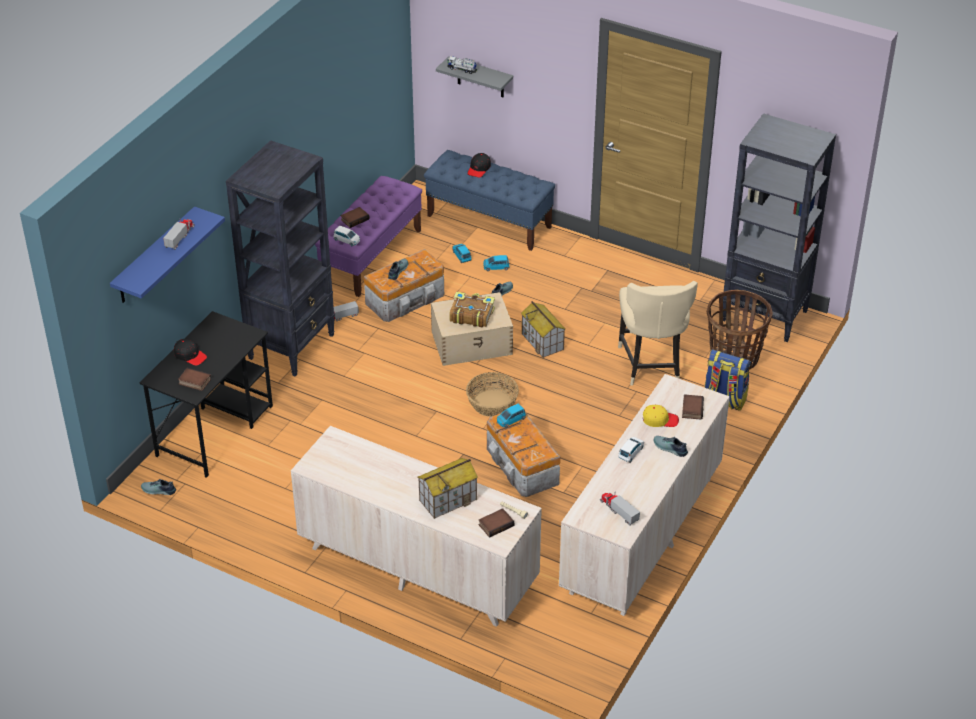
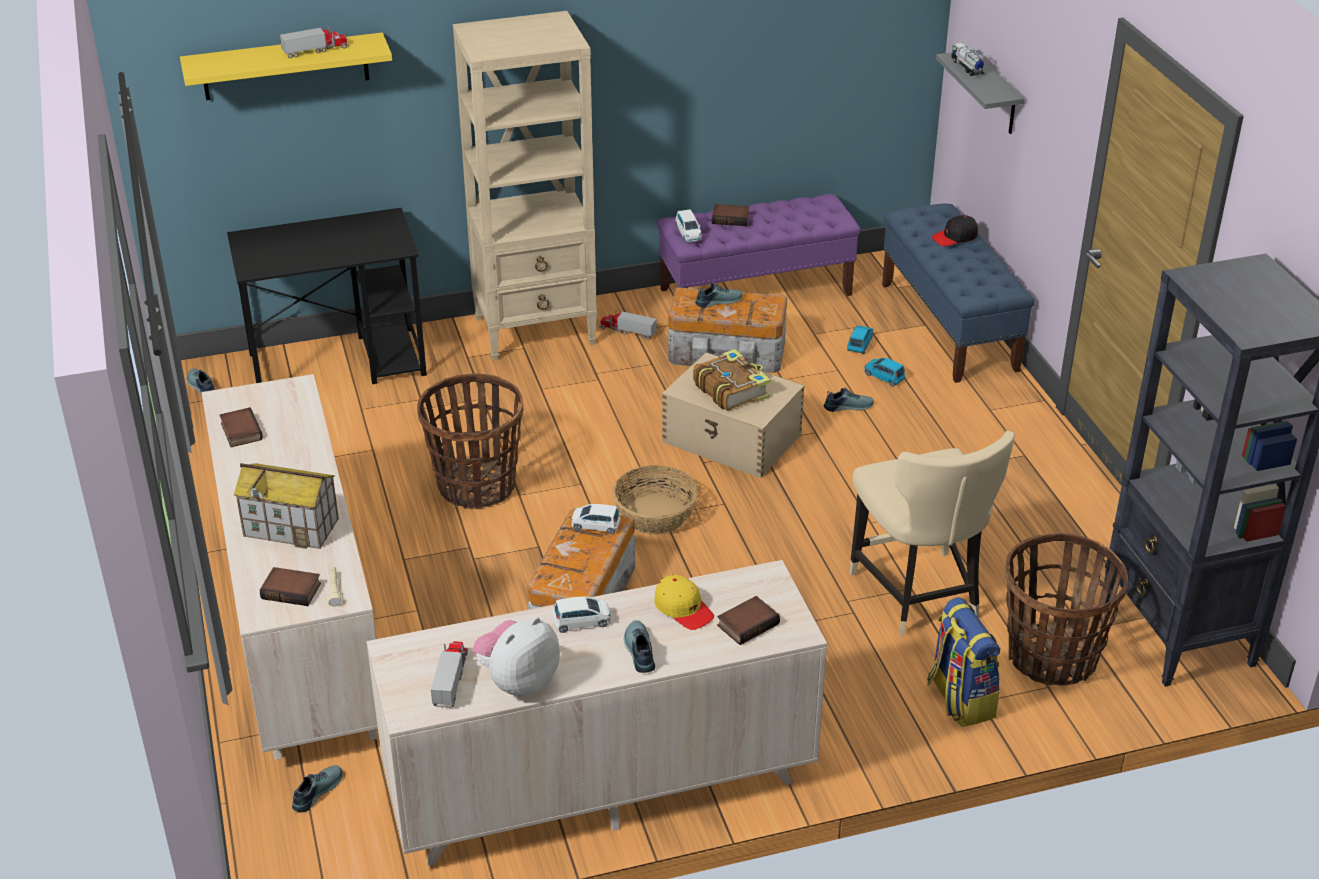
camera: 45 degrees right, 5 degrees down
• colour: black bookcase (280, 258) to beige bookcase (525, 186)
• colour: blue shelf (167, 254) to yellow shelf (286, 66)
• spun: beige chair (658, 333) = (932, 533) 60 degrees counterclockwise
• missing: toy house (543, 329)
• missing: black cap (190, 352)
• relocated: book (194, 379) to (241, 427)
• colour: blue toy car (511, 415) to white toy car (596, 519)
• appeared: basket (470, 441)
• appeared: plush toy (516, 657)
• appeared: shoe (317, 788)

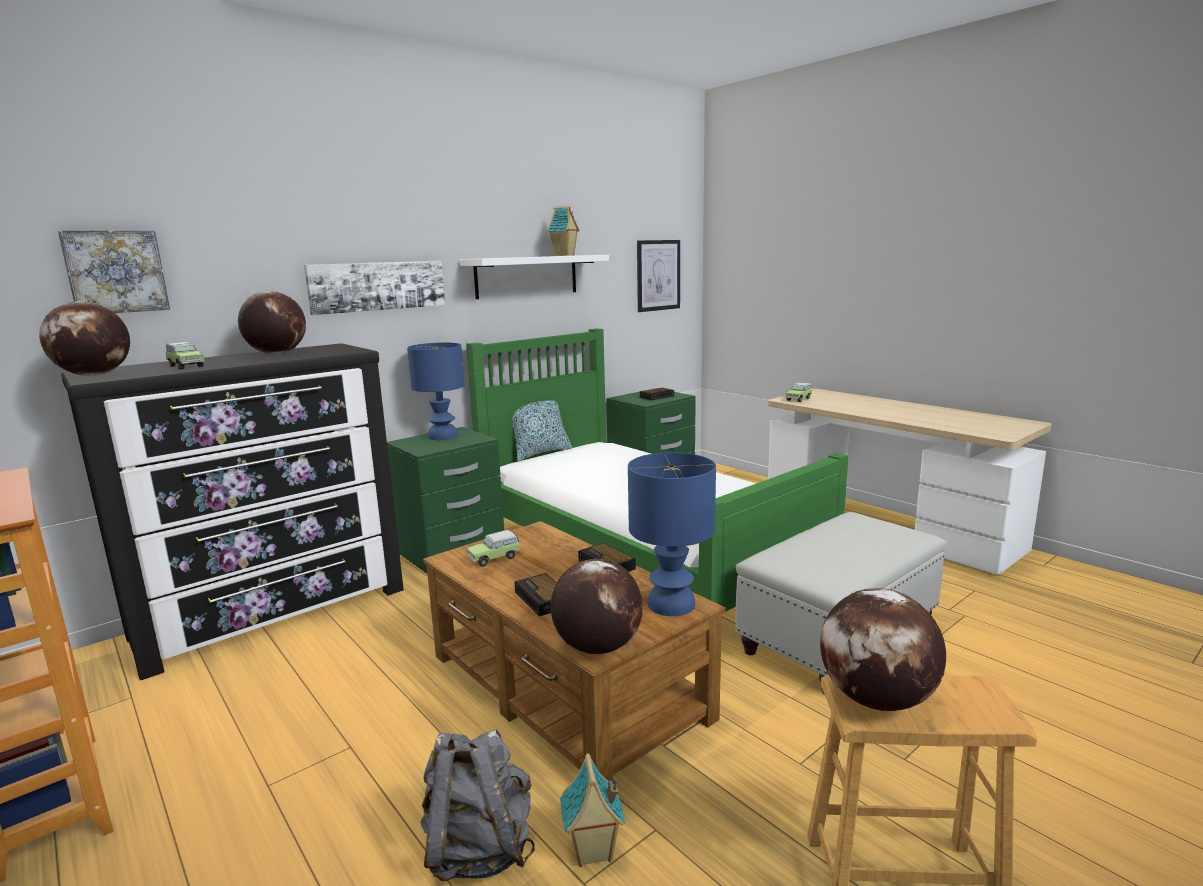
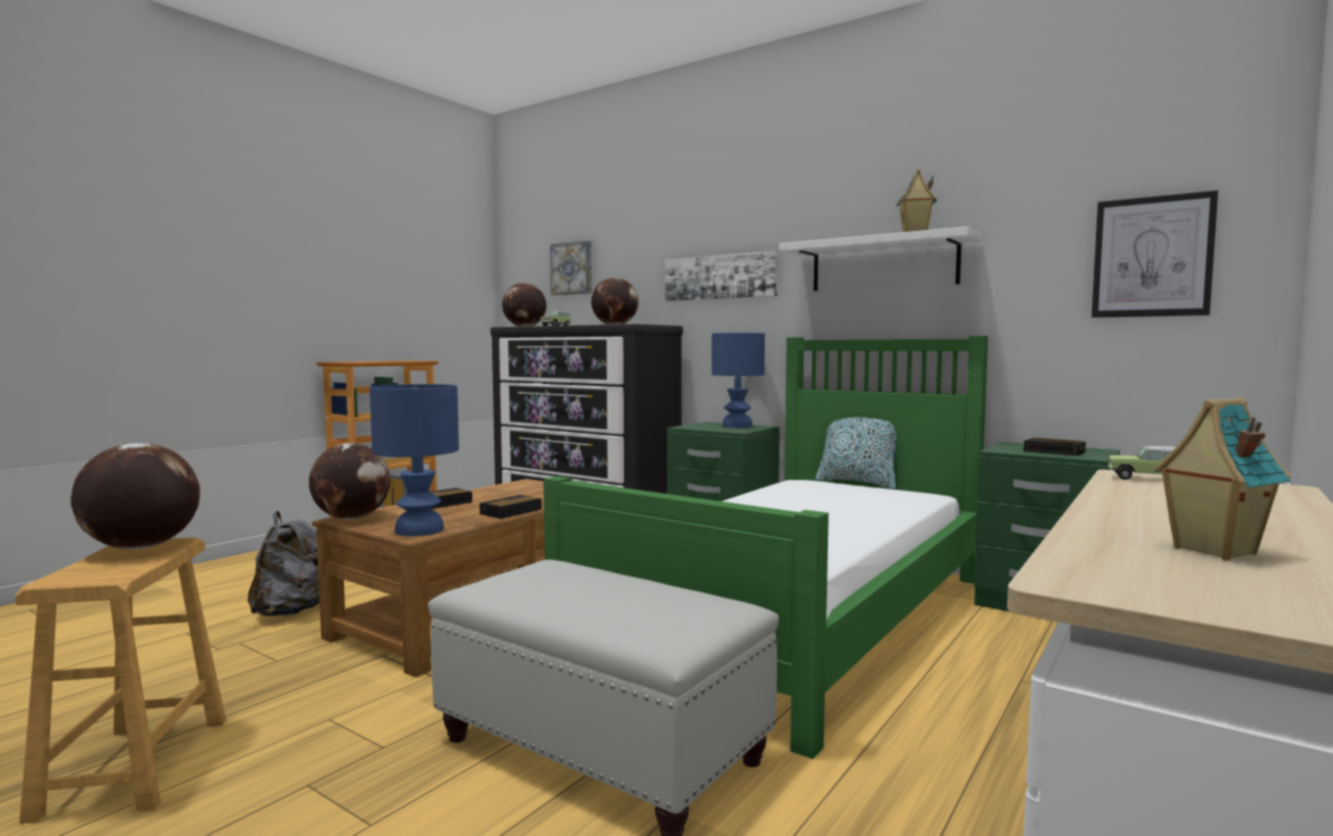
camera: 75 degrees right, 10 degrees down
• missing: toy car (494, 548)
• relocated: toy house (592, 810) to (1222, 479)

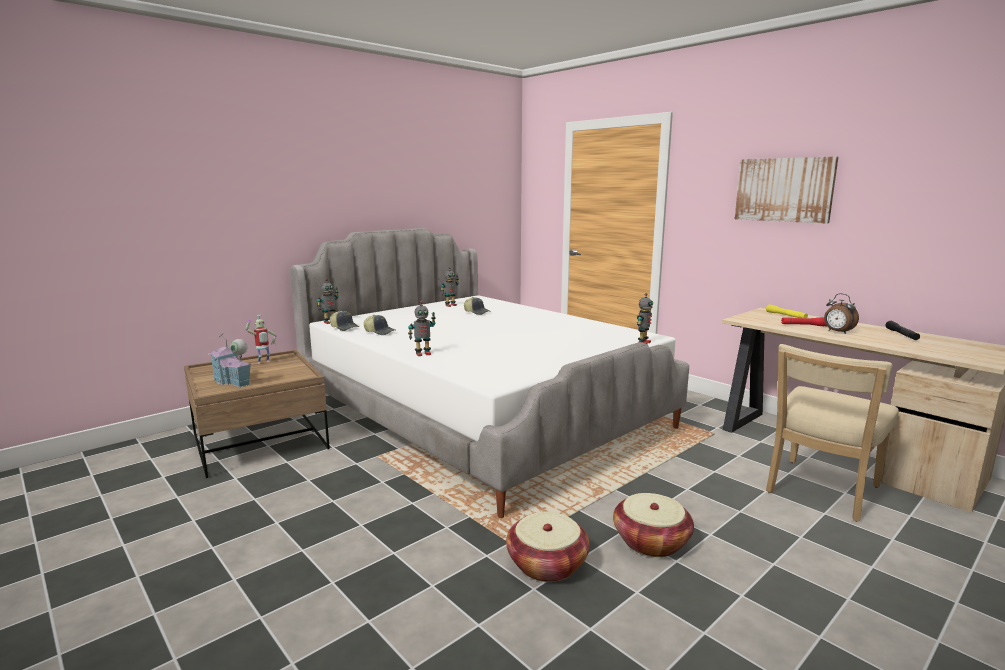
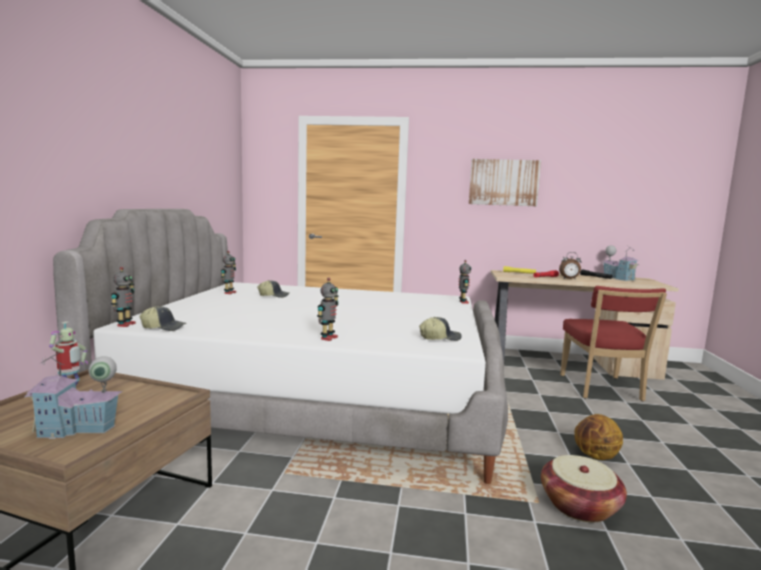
camera: 40 degrees left, 5 degrees down
• relocated: cap (379, 325) to (440, 329)
• colour: beige chair (832, 433) to red chair (613, 343)
• exchanged: basket (653, 525) to basketball (598, 437)
• appeared: toy house (621, 263)

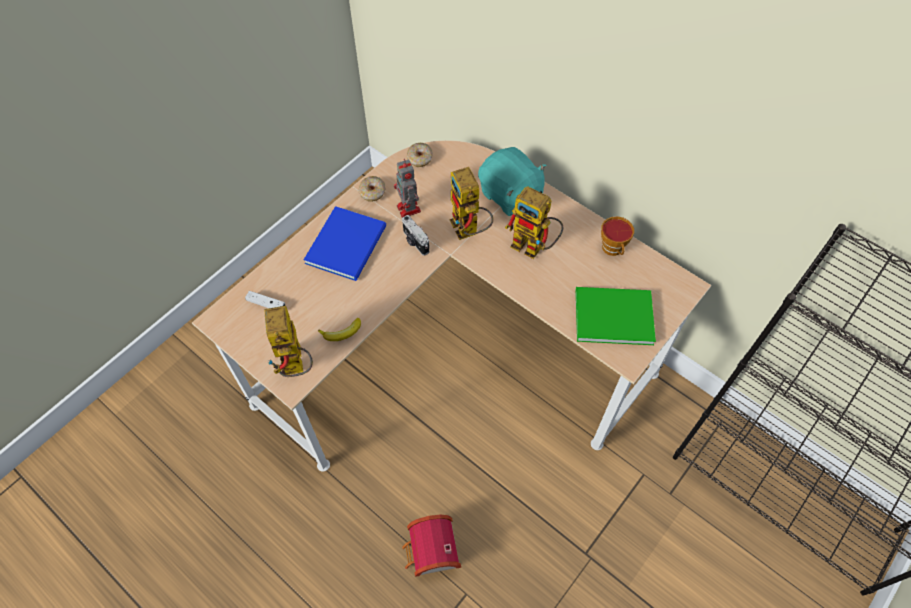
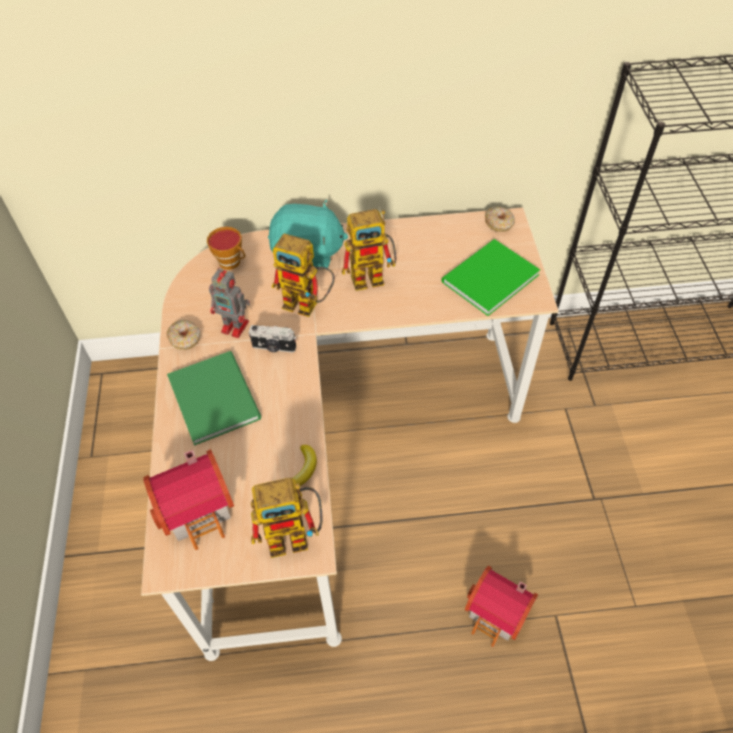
camera: 45 degrees left, 5 degrees down
• relocated: donut (420, 155) to (500, 219)
• colour: blue book (345, 243) to green book (214, 398)
• relocated: cup (617, 236) to (226, 248)
• exchanged: white game controller (265, 299) to toy house (188, 499)
• spun: toy robot (288, 341) = (287, 518) 45 degrees counterclockwise

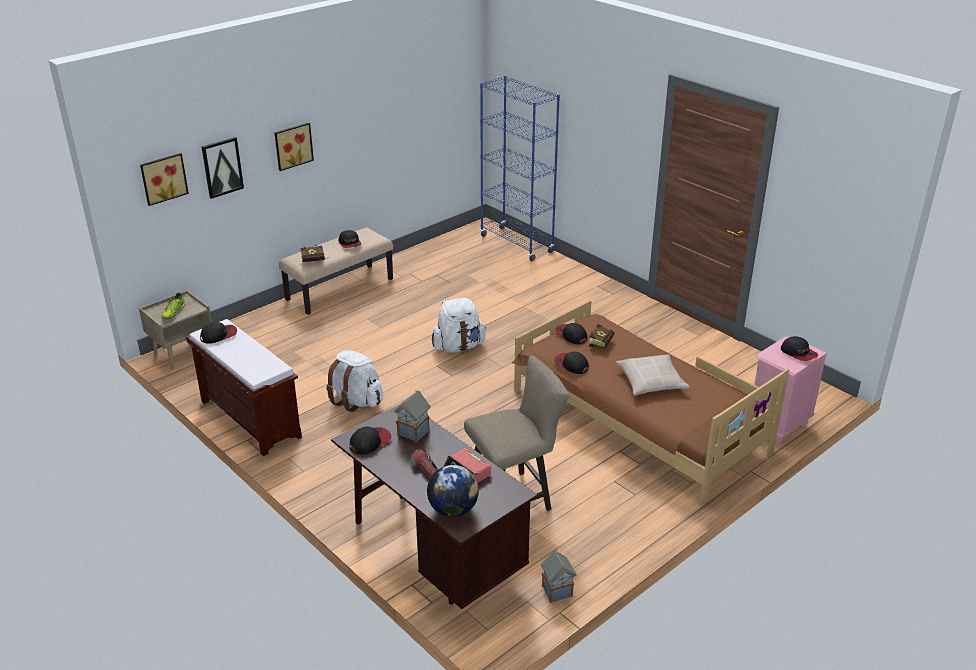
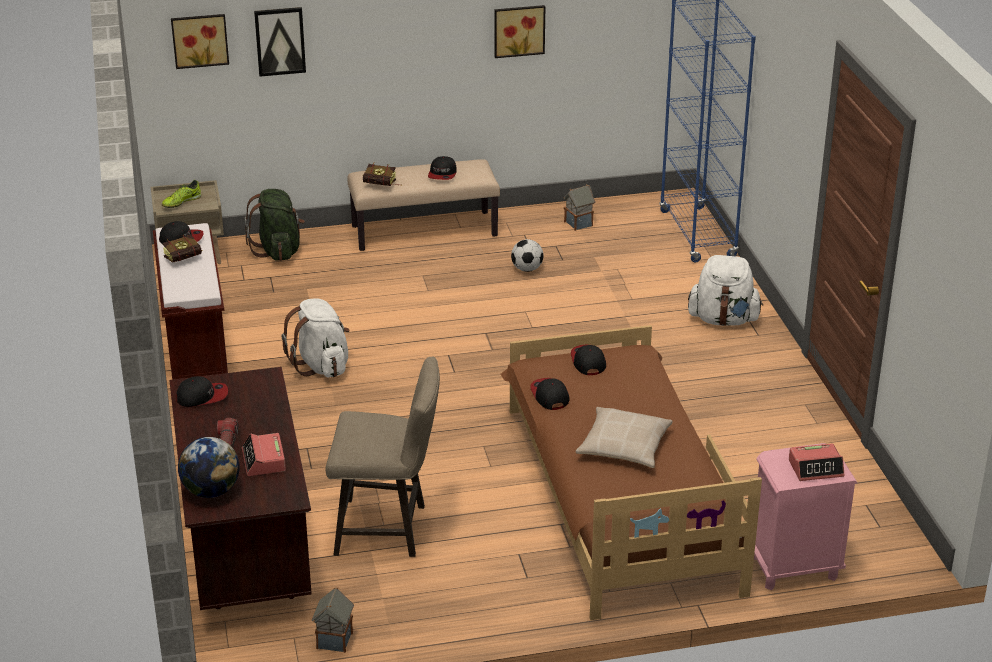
camera: 30 degrees right, 0 degrees up
• relocated: picture (294, 147) to (520, 31)
• relocated: white backpack (459, 325) to (725, 290)
• relocated: book (601, 336) to (182, 248)
• exchanged: cap (799, 348) to alarm clock (816, 462)
• relocated: toy house (412, 416) to (580, 207)
• appeared: green backpack (274, 225)
• appeared: football (527, 255)

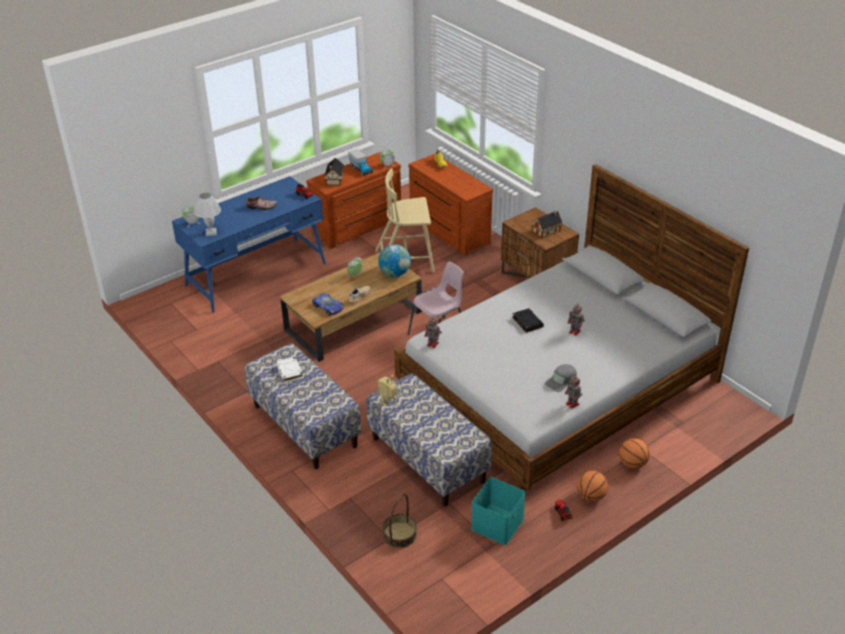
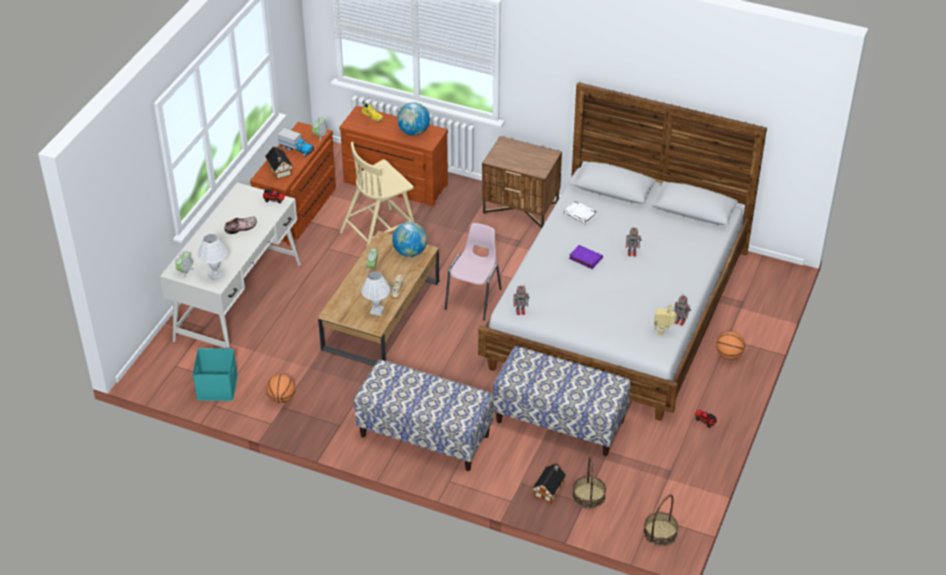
camera: 30 degrees left, 5 degrees up
• colour: blue desk (249, 244) to white desk (230, 265)
• relocated: toy house (547, 225) to (549, 483)
• exchanged: toy car (328, 304) to white table lamp (376, 293)
• colour: black book (528, 320) to purple book (586, 257)
• relocated: white book (290, 370) to (580, 212)
• missing: grey cap (561, 378)
• relocated: toy robot (387, 390) to (665, 320)
• relocated: basketball (592, 486) to (280, 388)
• relocated: turquoise storage box (498, 511) to (215, 374)
• appeared: globe (413, 119)
• appeared: basket (661, 520)

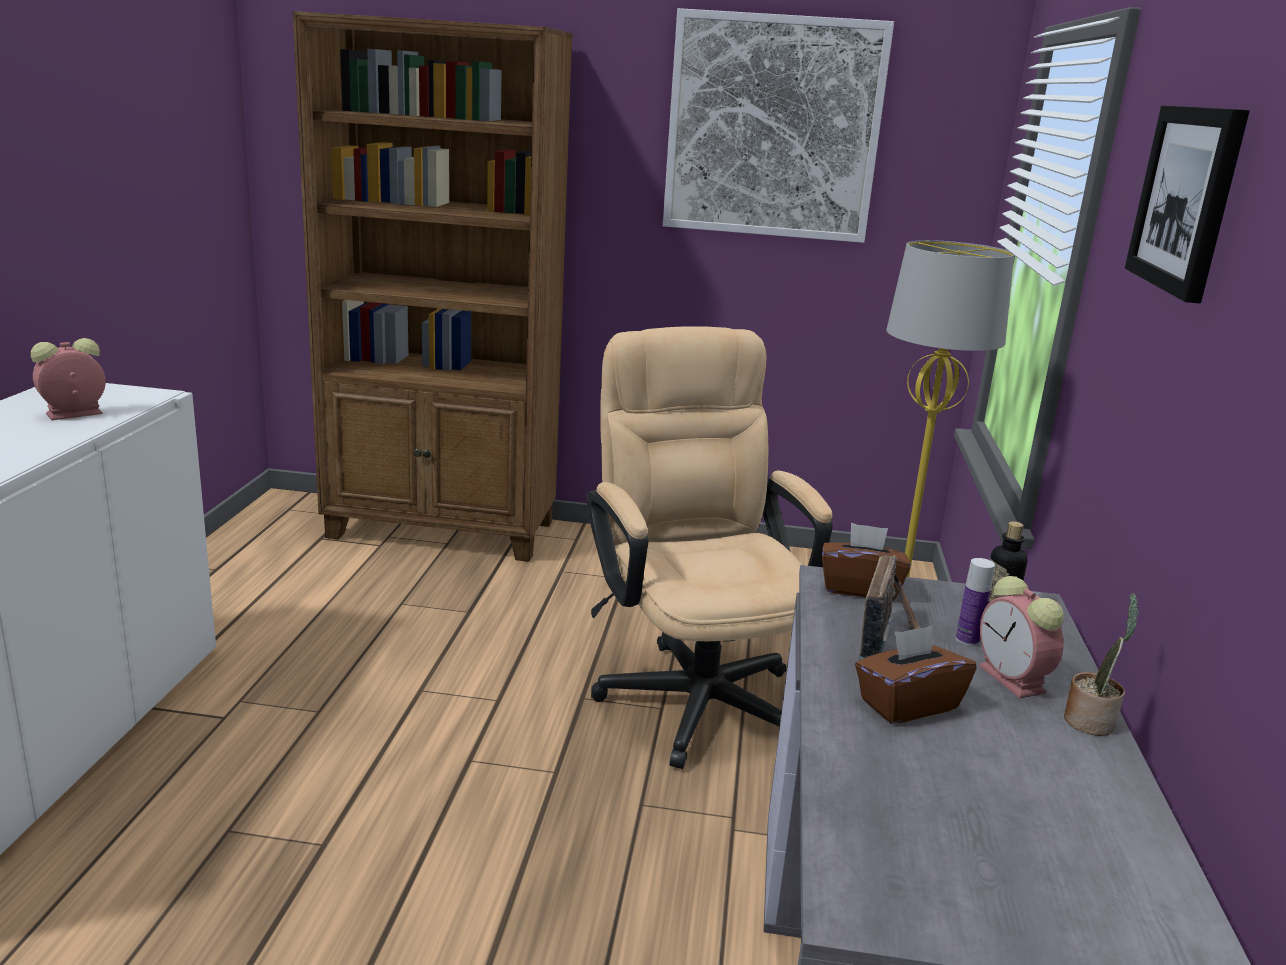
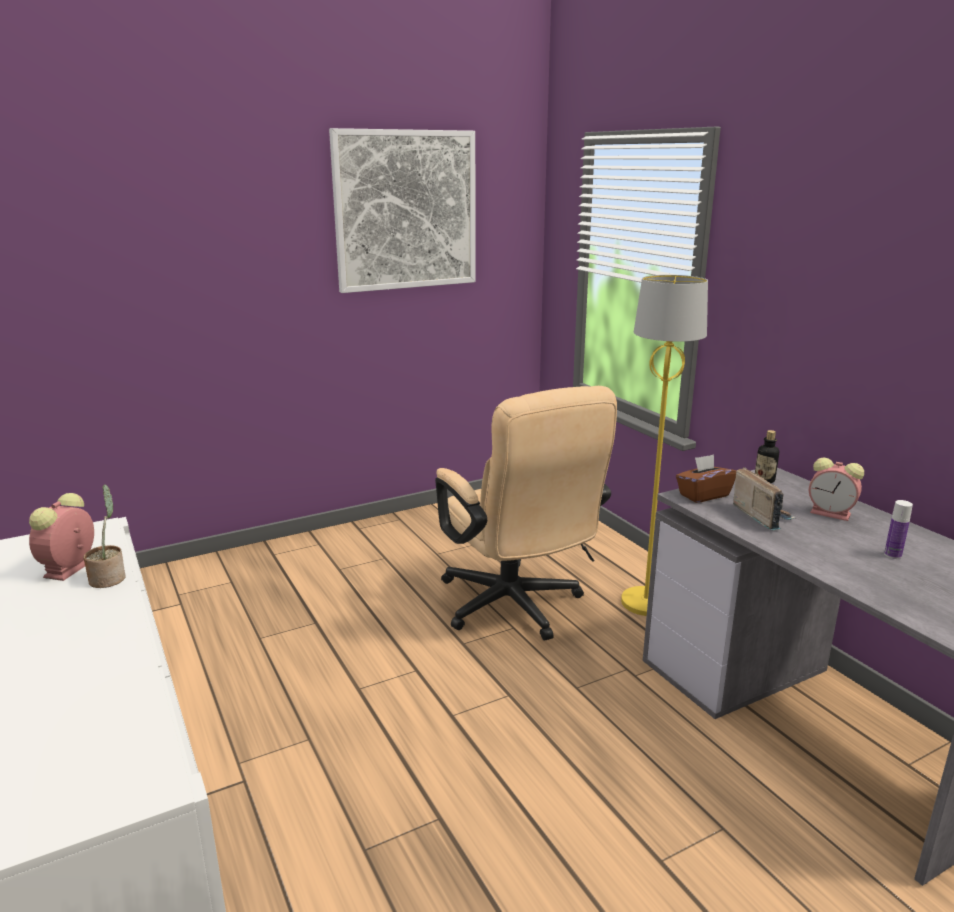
camera: 35 degrees left, 0 degrees up
• missing: brown bookcase (432, 286)
• missing: picture (1187, 204)
• spun: beige office chair (710, 547) = (526, 513) 150 degrees counterclockwise
• relocated: bottle (975, 602) to (898, 529)
• relocated: potted plant (1101, 664) to (104, 536)
• missing: brown tissue box (916, 675)

